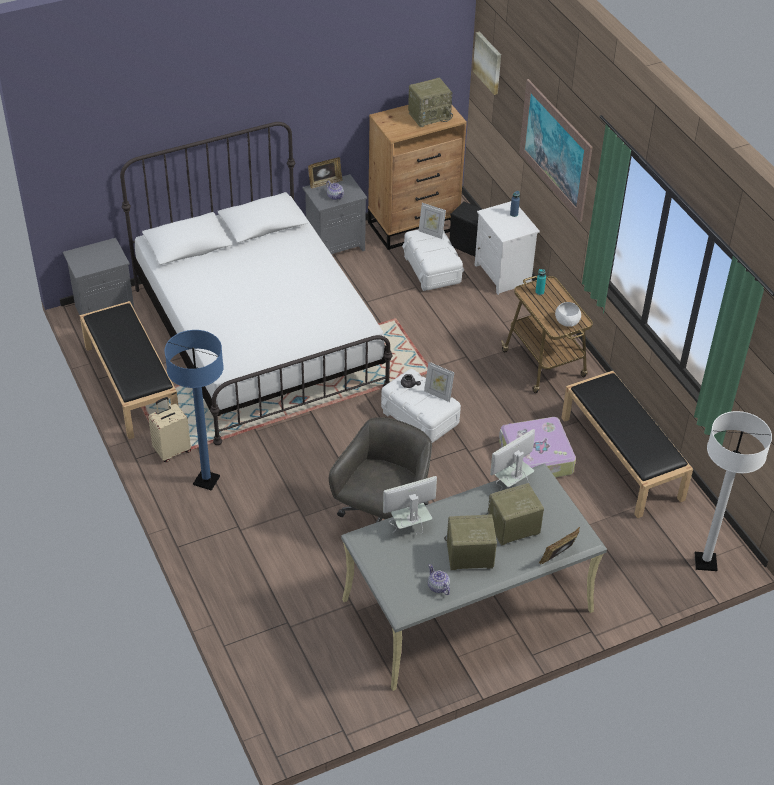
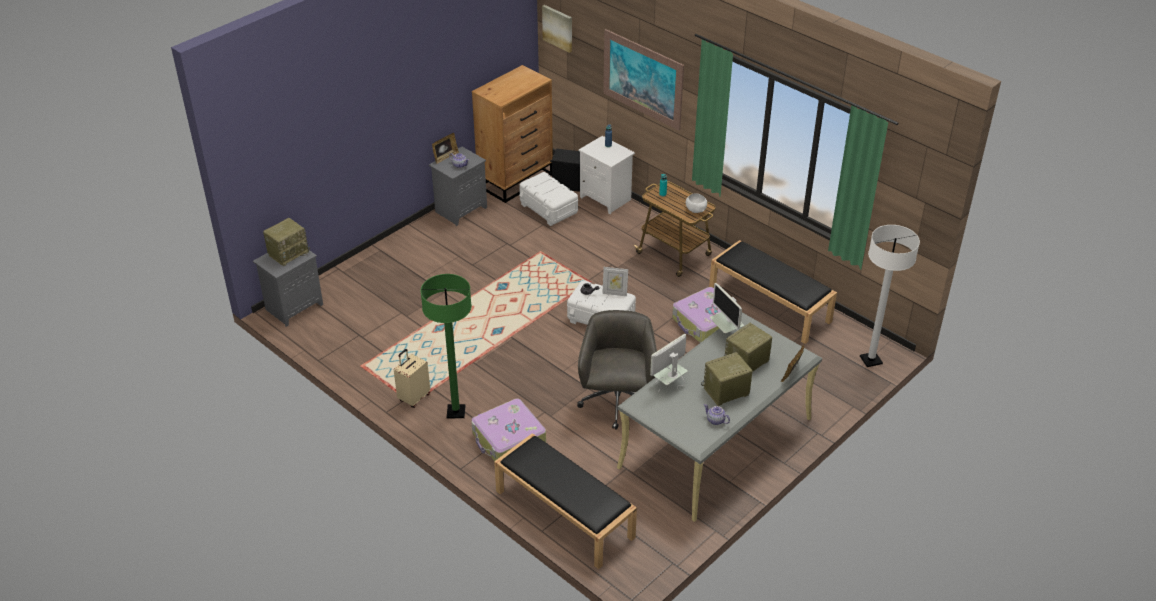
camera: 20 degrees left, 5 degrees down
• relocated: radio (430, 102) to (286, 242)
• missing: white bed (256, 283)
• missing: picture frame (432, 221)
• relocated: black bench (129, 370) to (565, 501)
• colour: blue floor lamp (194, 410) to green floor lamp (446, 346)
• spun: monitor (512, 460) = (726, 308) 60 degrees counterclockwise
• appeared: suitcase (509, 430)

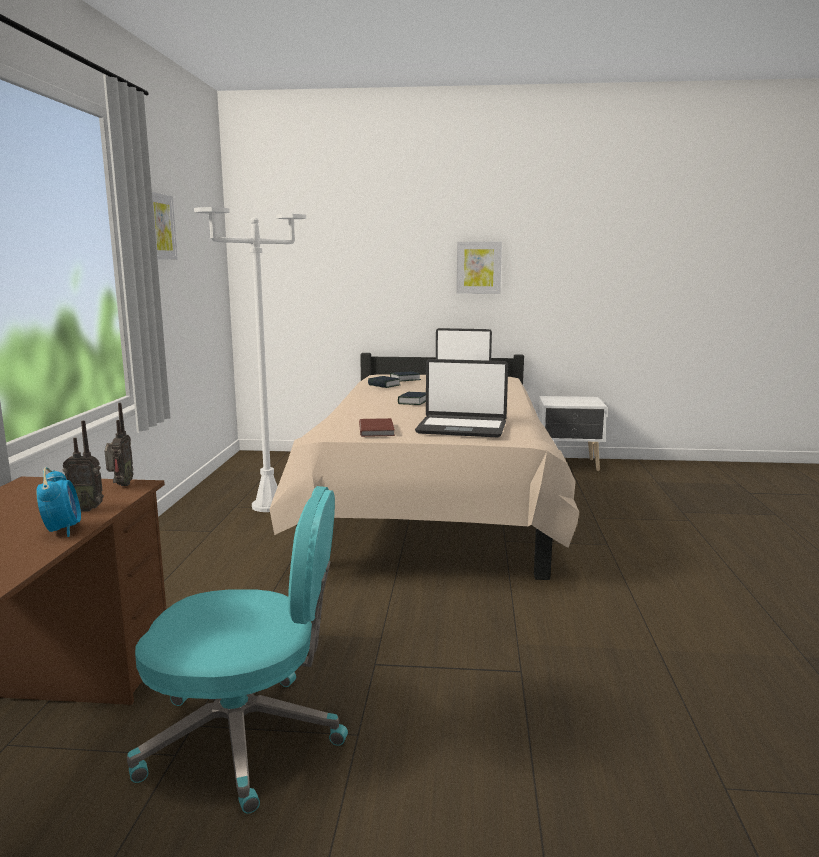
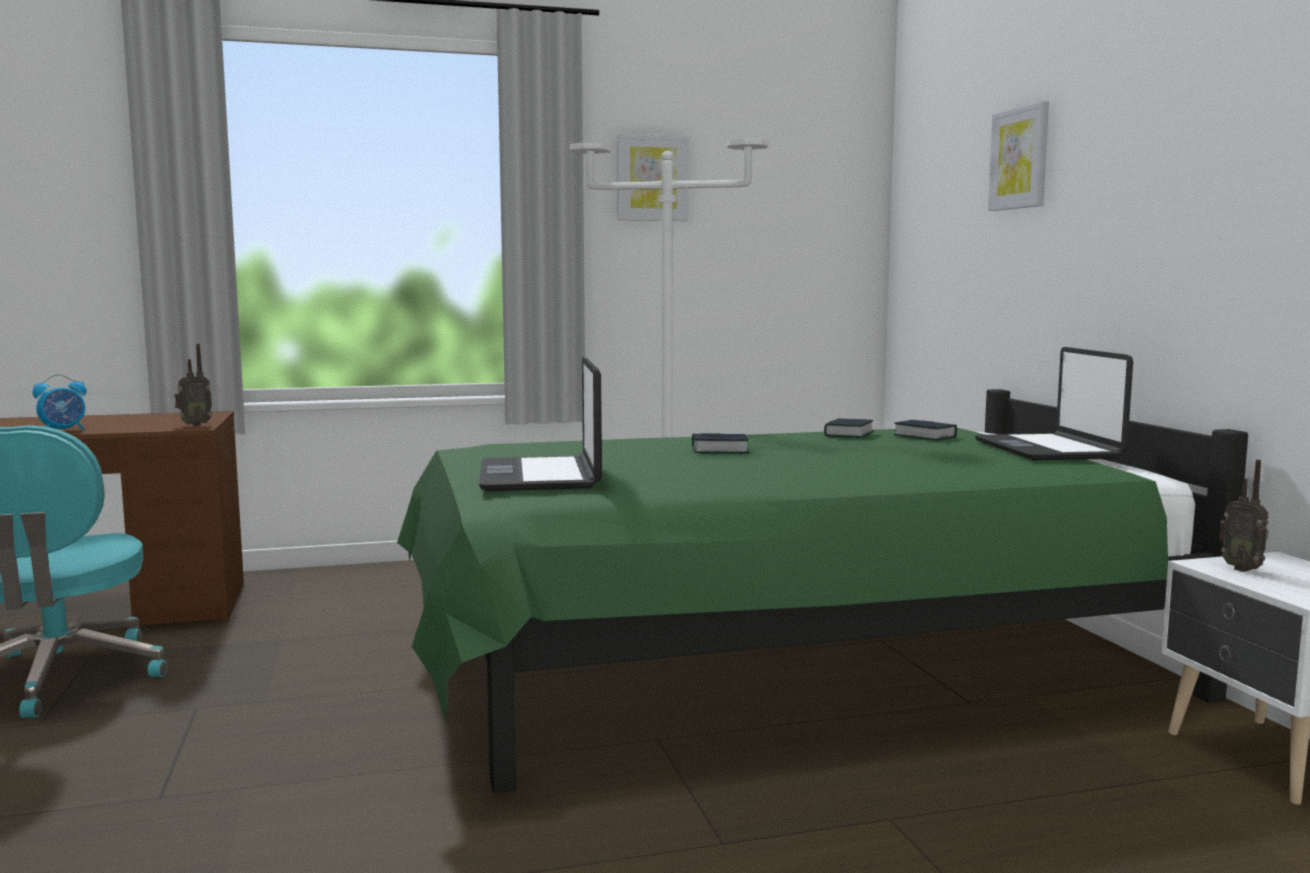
camera: 70 degrees right, 5 degrees down
• relocated: picture (479, 268) to (1018, 156)
• colour: beige bed (424, 466) to green bed (822, 591)
• missing: brown book (377, 427)
• relocated: radio (83, 466) to (1244, 516)

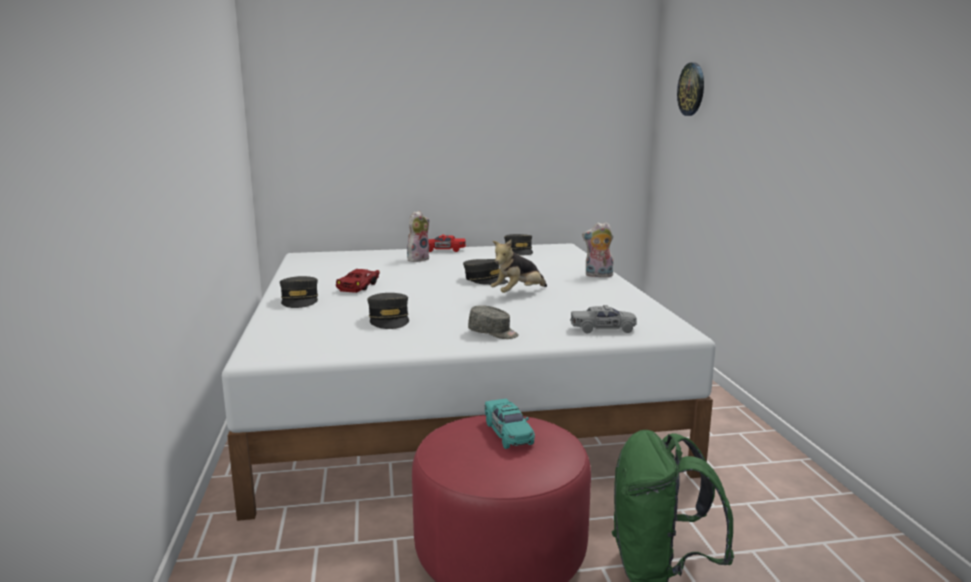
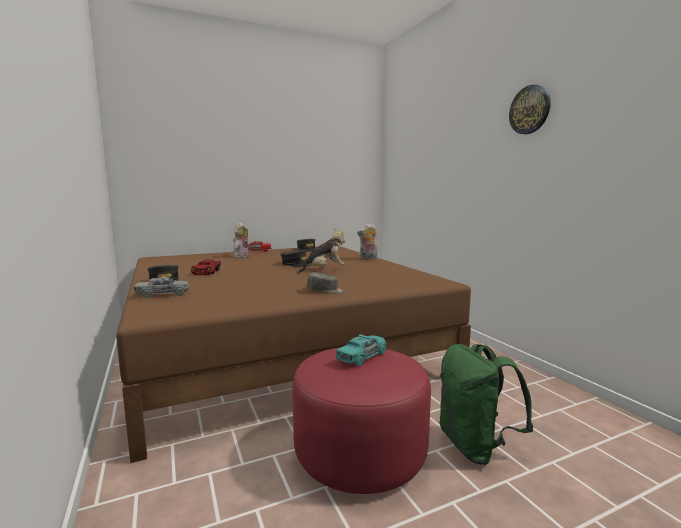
camera: 15 degrees left, 5 degrees down
• relocated: wall clock (690, 89) to (530, 109)
• spun: plush toy (519, 266) = (322, 250) 150 degrees counterclockwise
• colour: white bed (469, 382) to brown bed (293, 354)
• missing: grey cap (388, 311)
• relocated: grey toy car (603, 319) to (161, 287)
• spun: turquoise toy car (510, 424) = (361, 350) 105 degrees counterclockwise

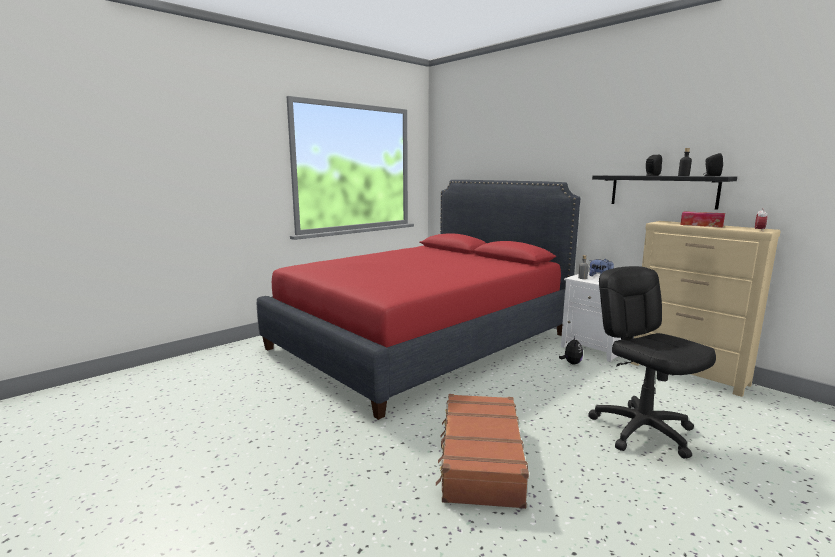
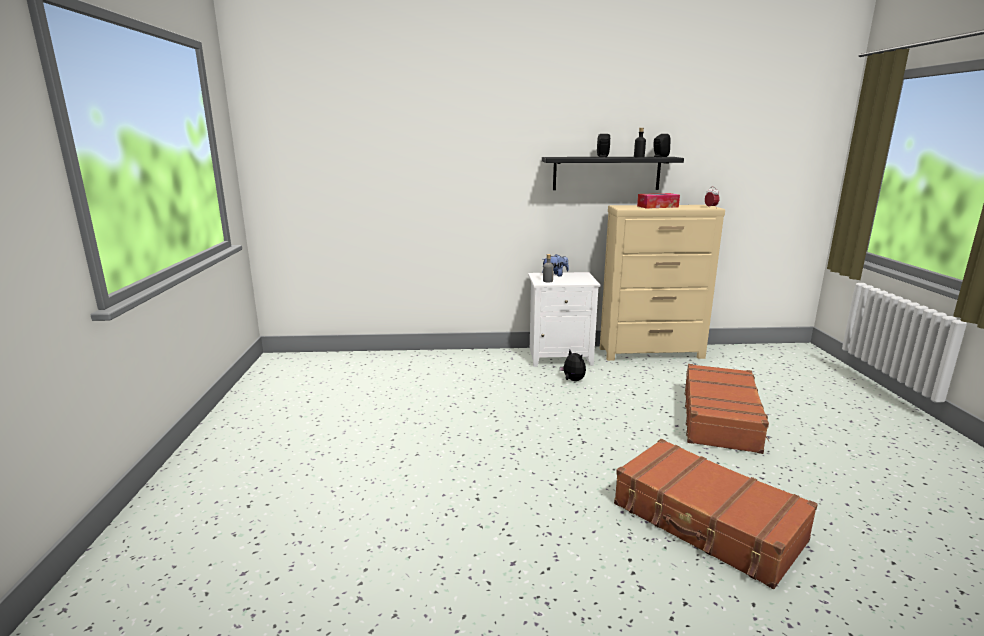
camera: 50 degrees left, 5 degrees up
• missing: red bed (418, 300)
• exchanged: black office chair (652, 362) to brown suitcase (727, 409)

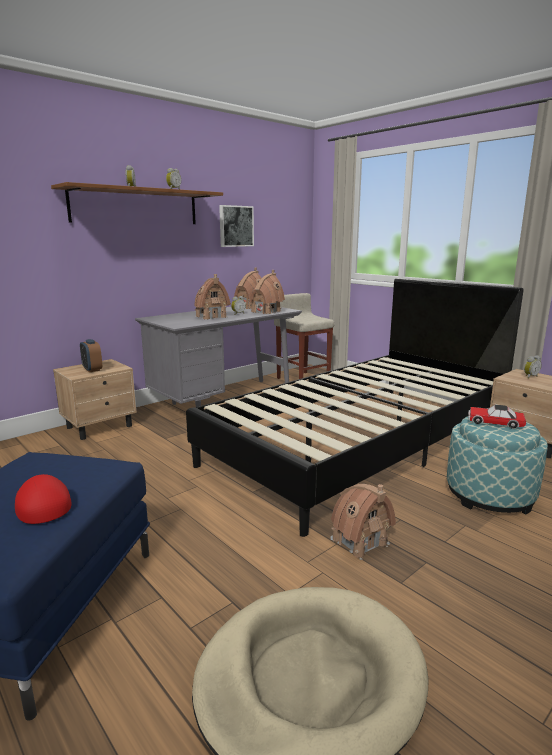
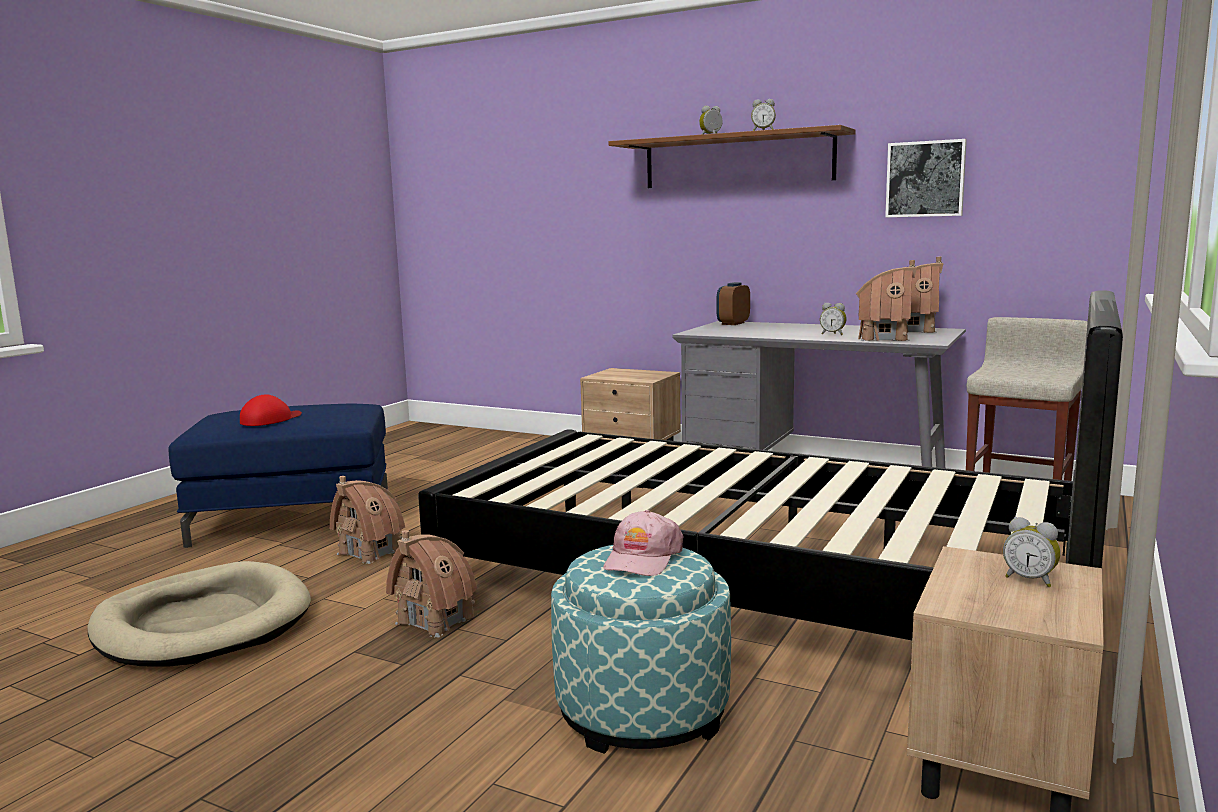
camera: 70 degrees right, 5 degrees down
• relocated: toy house (212, 297) to (367, 520)
• relocated: alarm clock (91, 355) to (733, 303)
• exchanged: toy car (497, 417) to pink cap (643, 543)

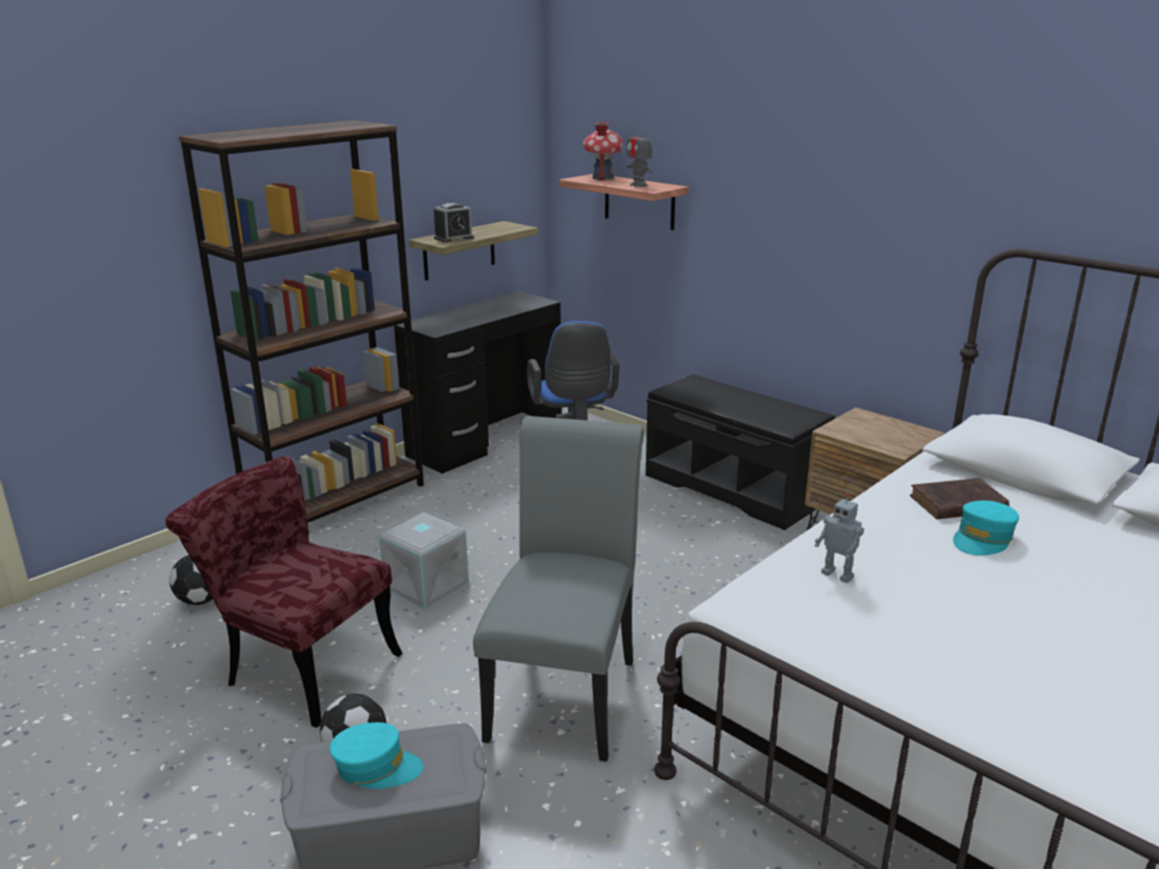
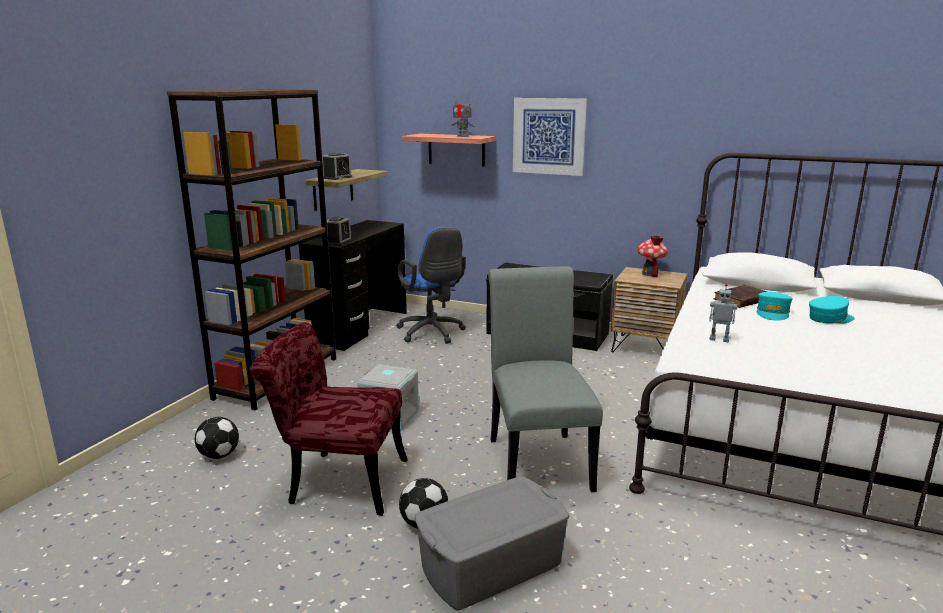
camera: 20 degrees left, 5 degrees down
• relocated: toy house (603, 151) to (652, 256)
• relocated: turquoise cap (376, 755) to (832, 309)
• appeared: picture (550, 137)
• appeared: alarm clock (339, 231)

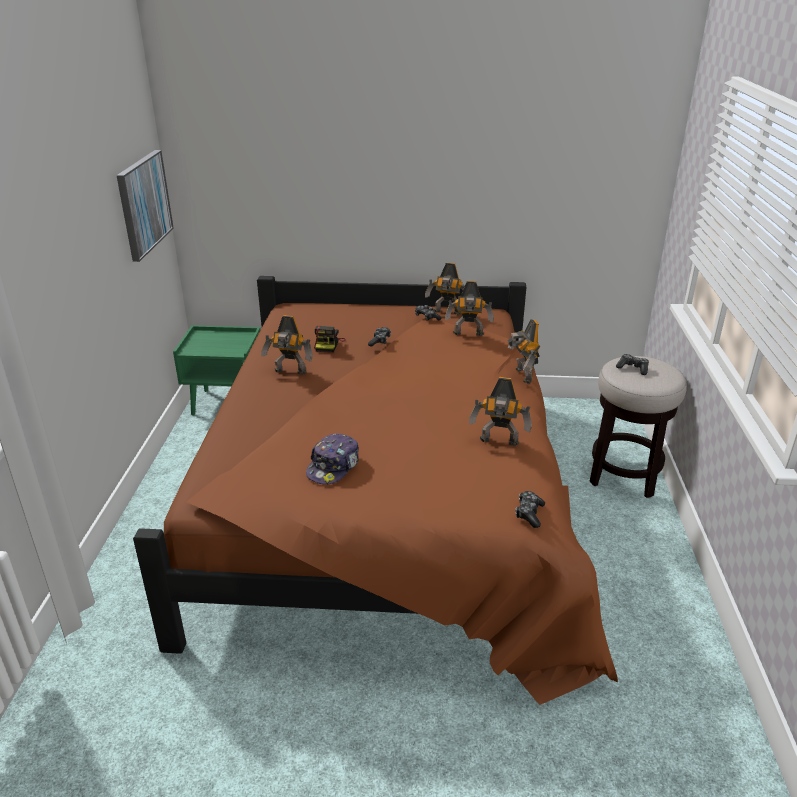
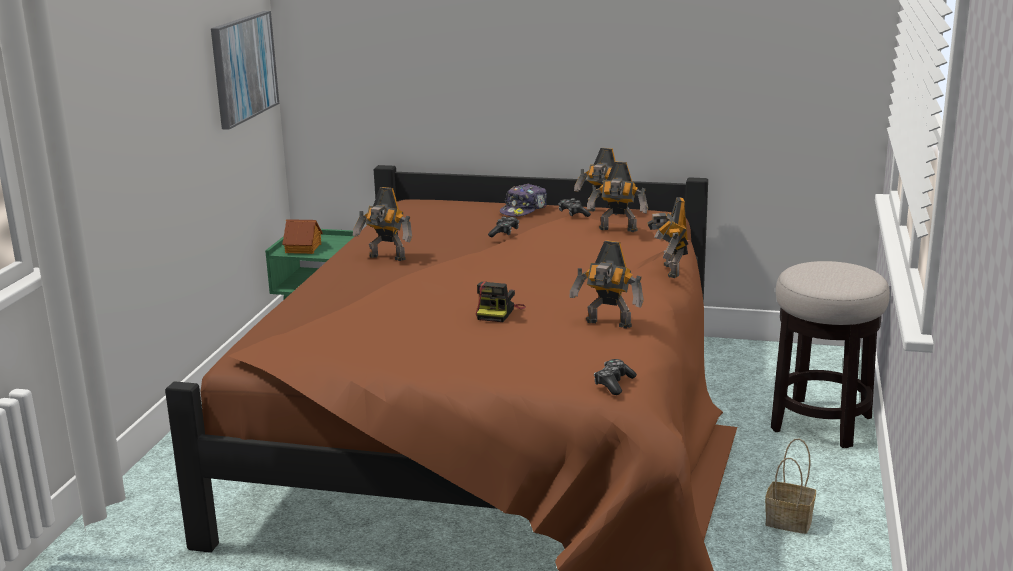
camera: 10 degrees right, 10 degrees down
• relocated: photo camera (330, 339) to (501, 301)
• missing: game controller (632, 364)
• relocated: cap (332, 459) to (523, 200)
• appeared: toy house (302, 236)
• appeared: basket (790, 486)

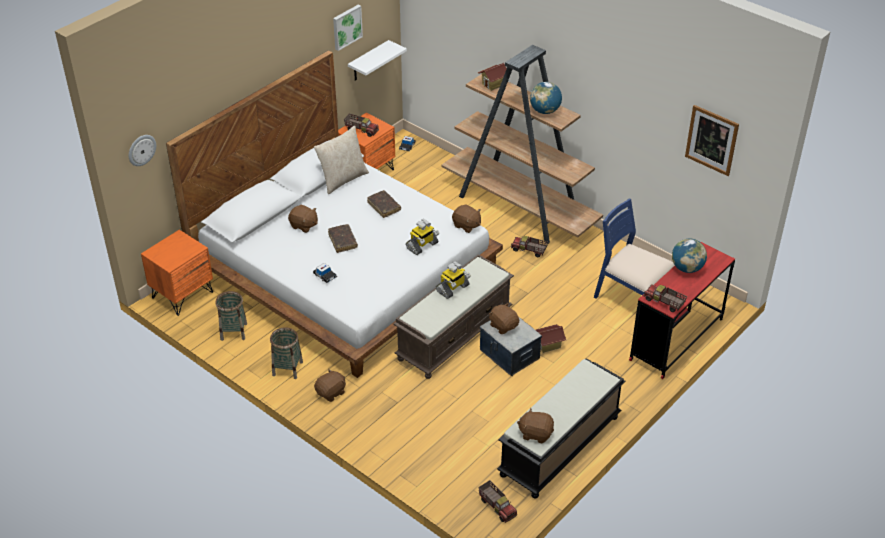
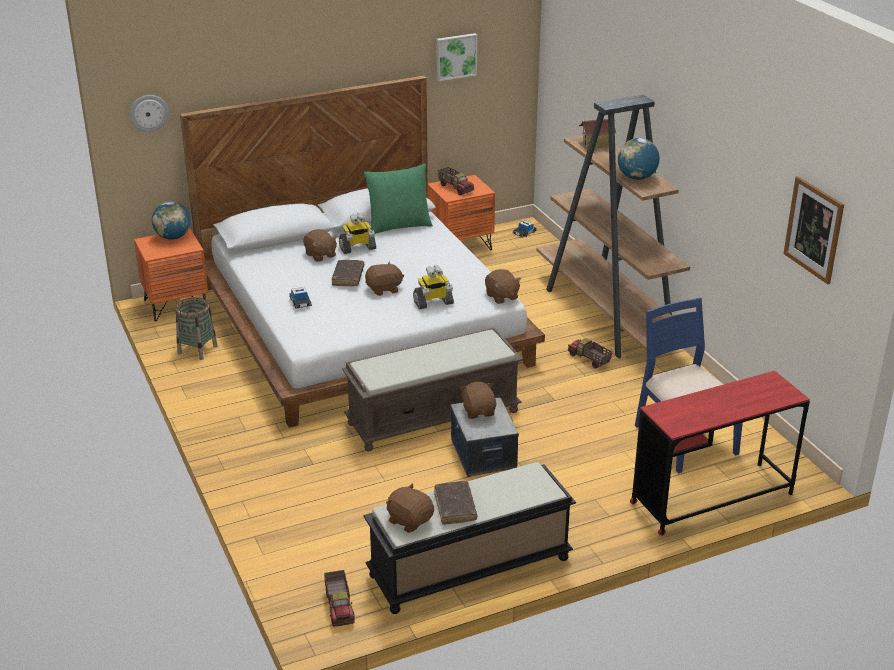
camera: 25 degrees right, 10 degrees down
• missing: white shelf (377, 60)
• colour: beige pillow (341, 160) to green pillow (398, 199)
• relocated: brown book (384, 204) to (455, 503)
• relocated: globe (689, 256) to (171, 221)
• relocated: toy robot (453, 280) to (357, 233)
• missing: toy truck (665, 298)
• missing: toy house (551, 338)
• missing: basket (286, 353)
• relocated: brown plush toy (330, 385) to (384, 279)

